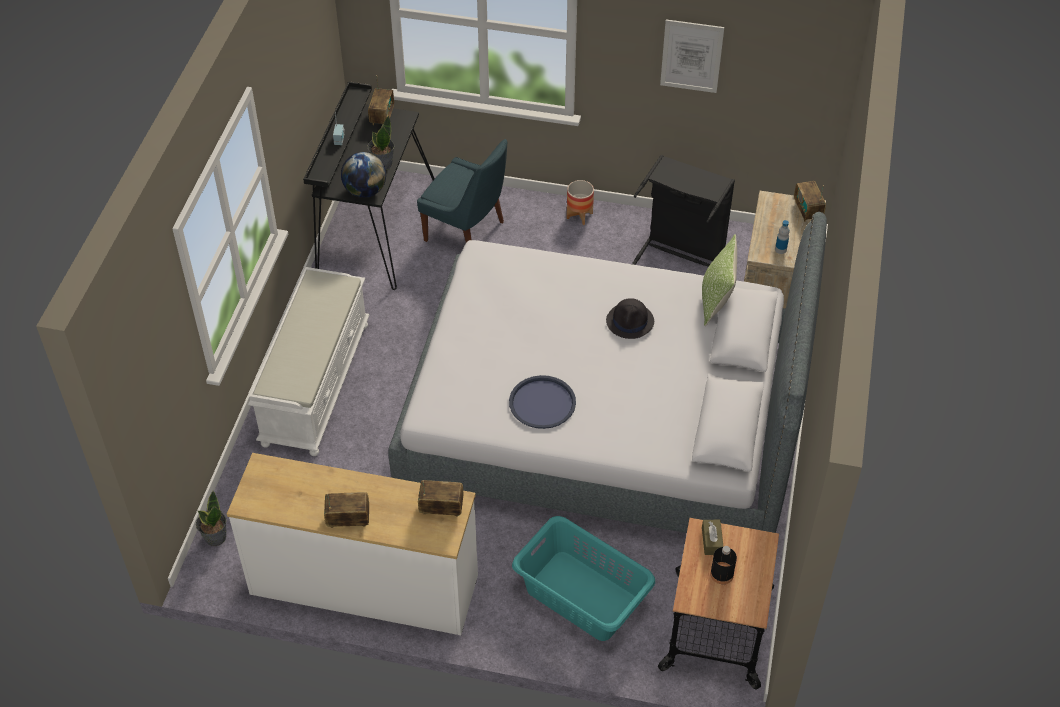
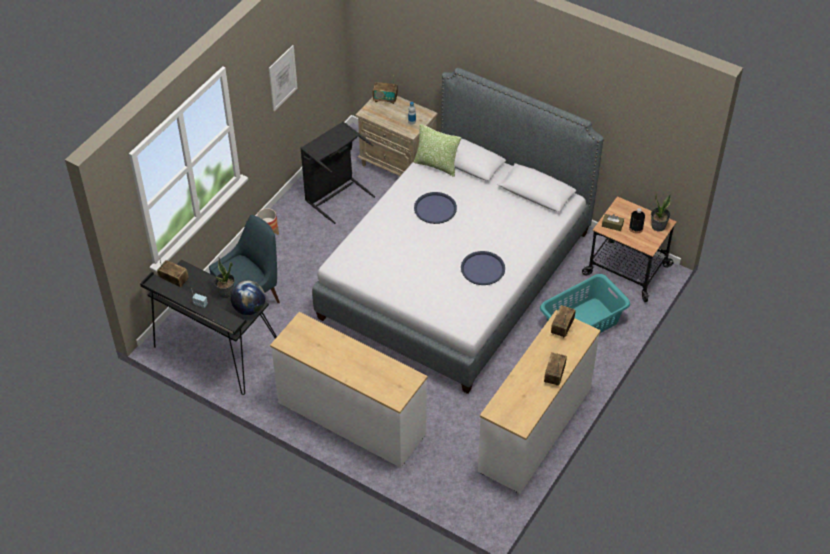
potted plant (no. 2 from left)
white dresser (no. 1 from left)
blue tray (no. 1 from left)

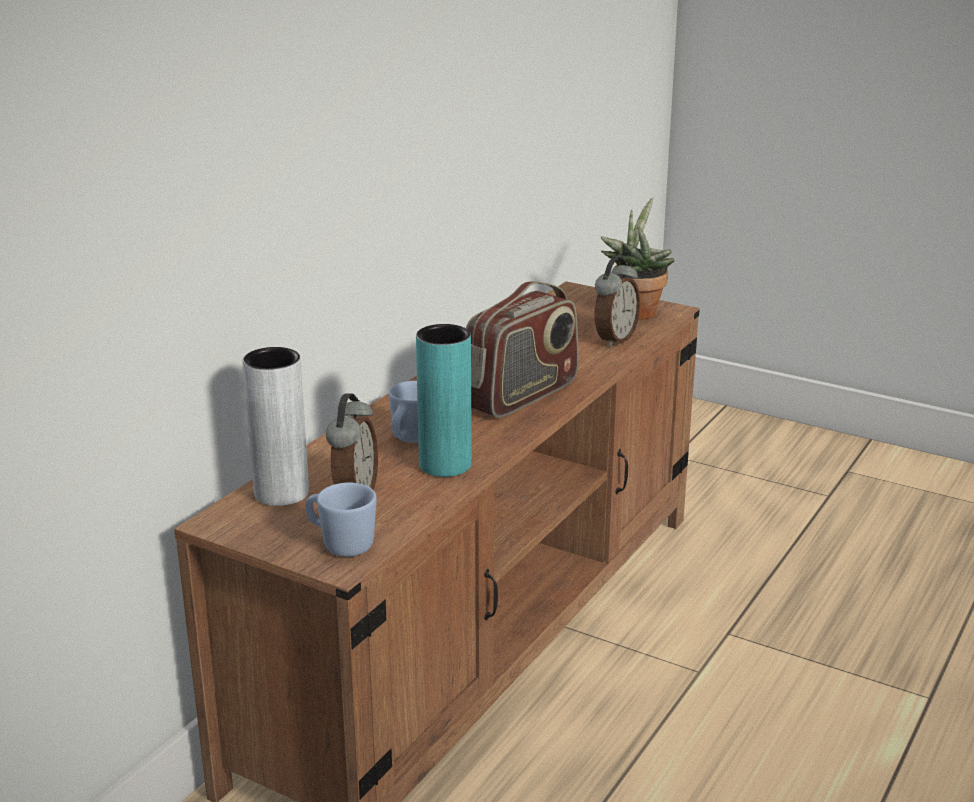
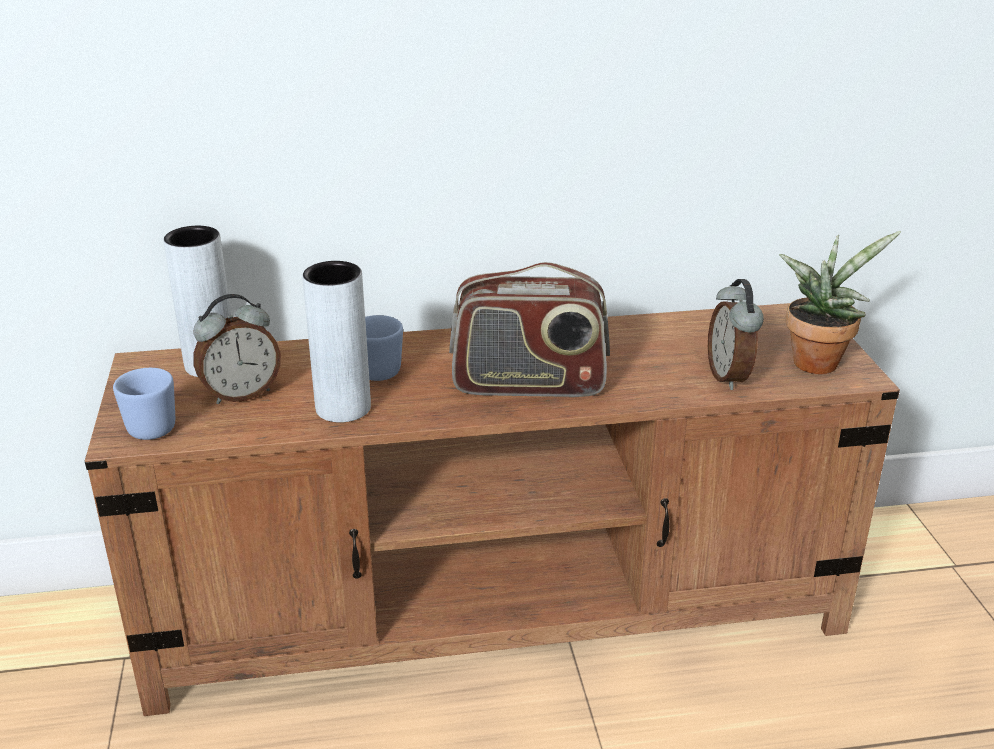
grey vase (no. 2 from left)
alarm clock (no. 2 from left)

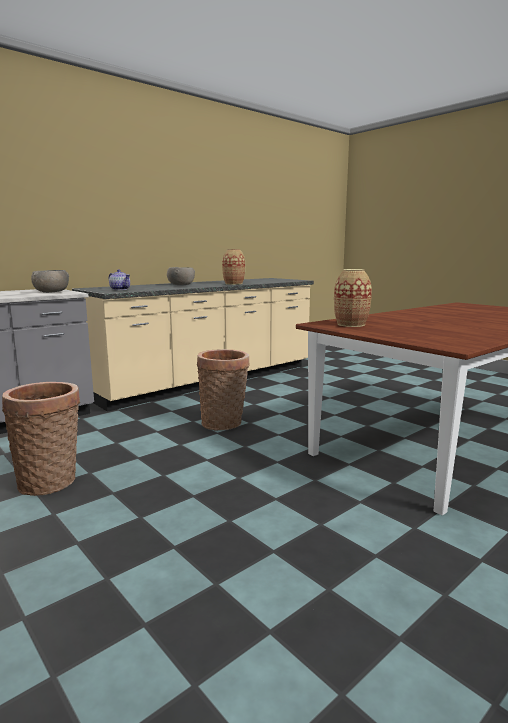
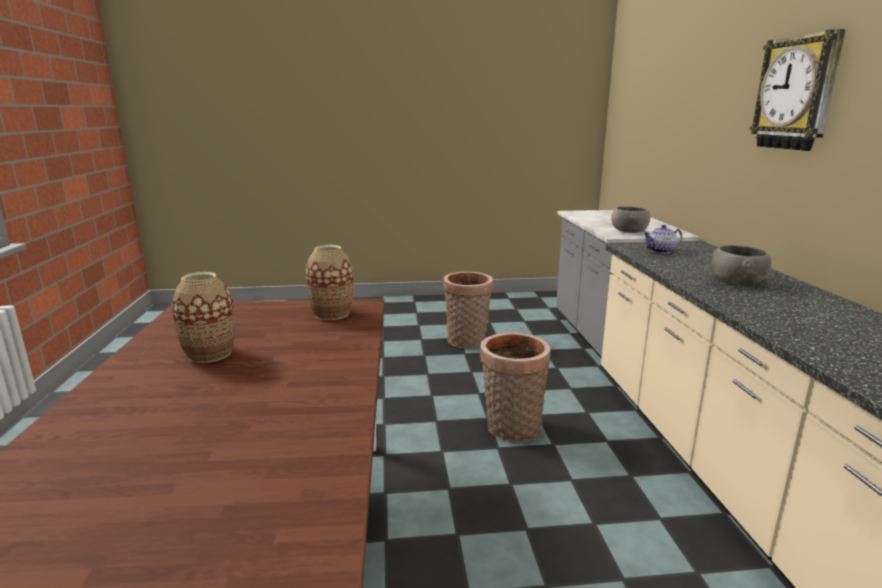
vase (no. 1 from left)
wall clock

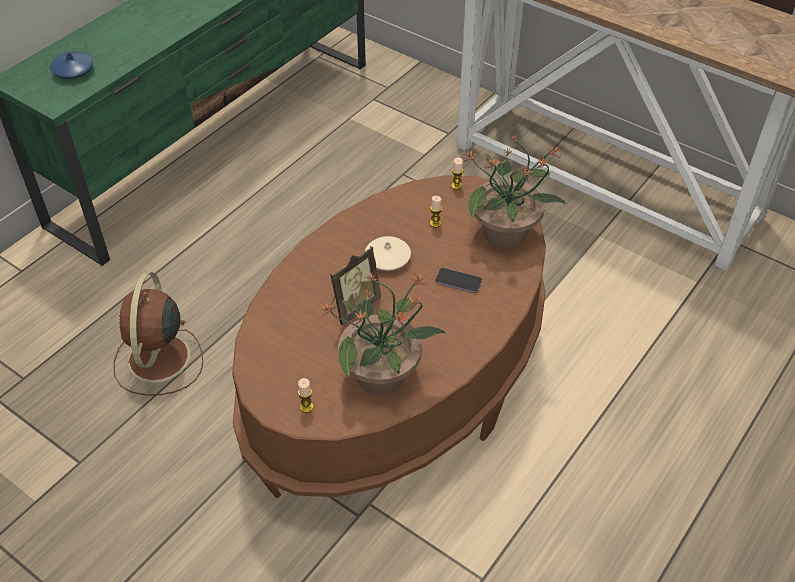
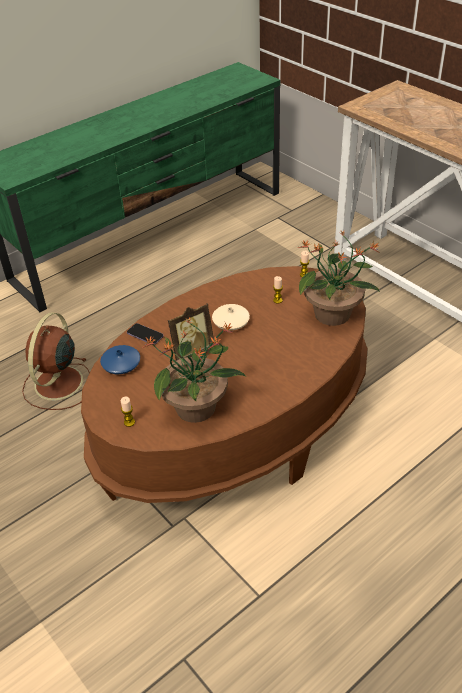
blue vase
phone

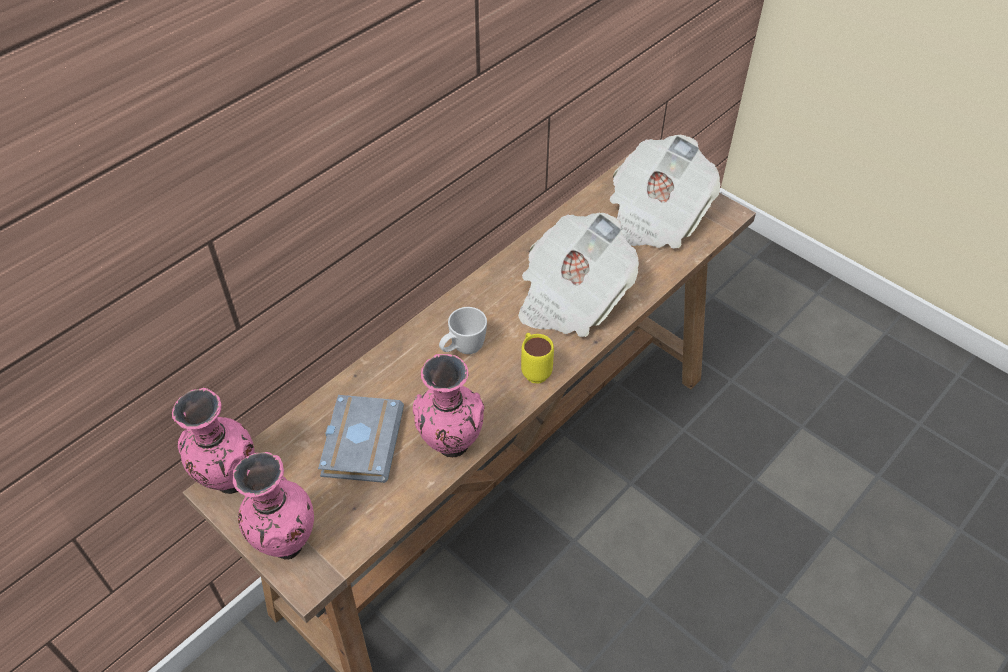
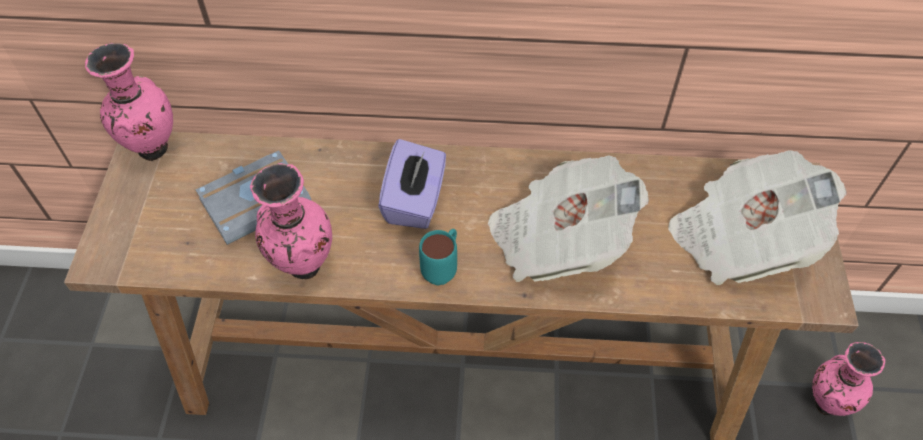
pink vase (no. 3 from left)
purple tissue box
turquoise mug

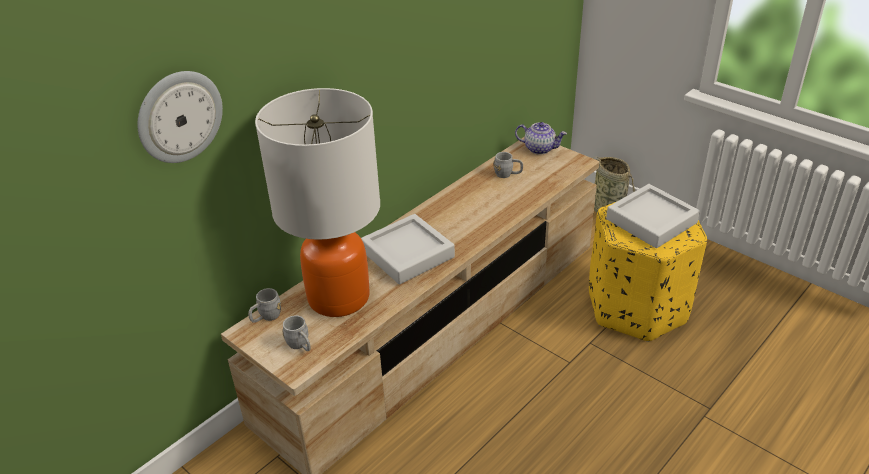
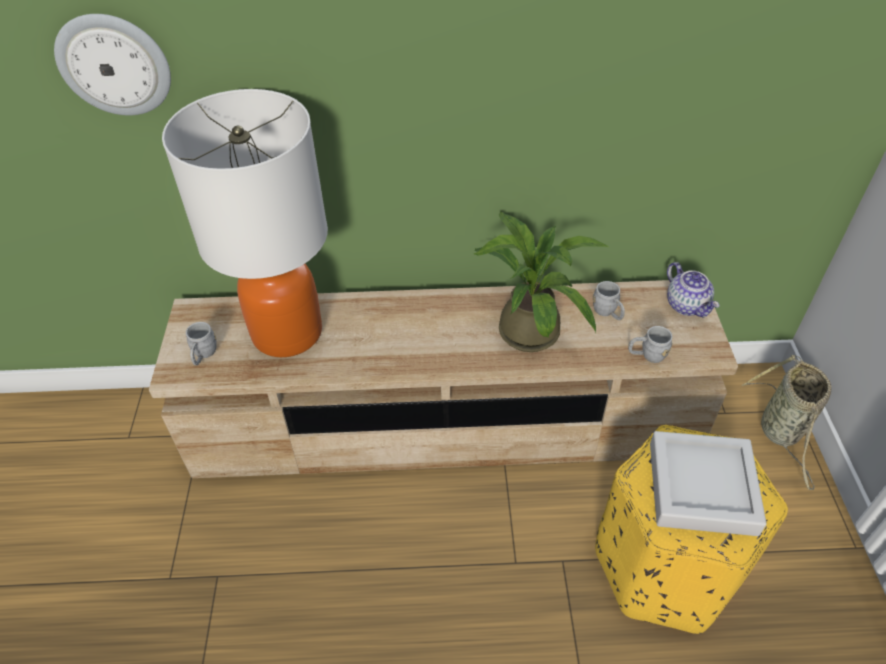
grey mug (no. 3 from left)
grey tray (no. 1 from left in the first image)
potted plant

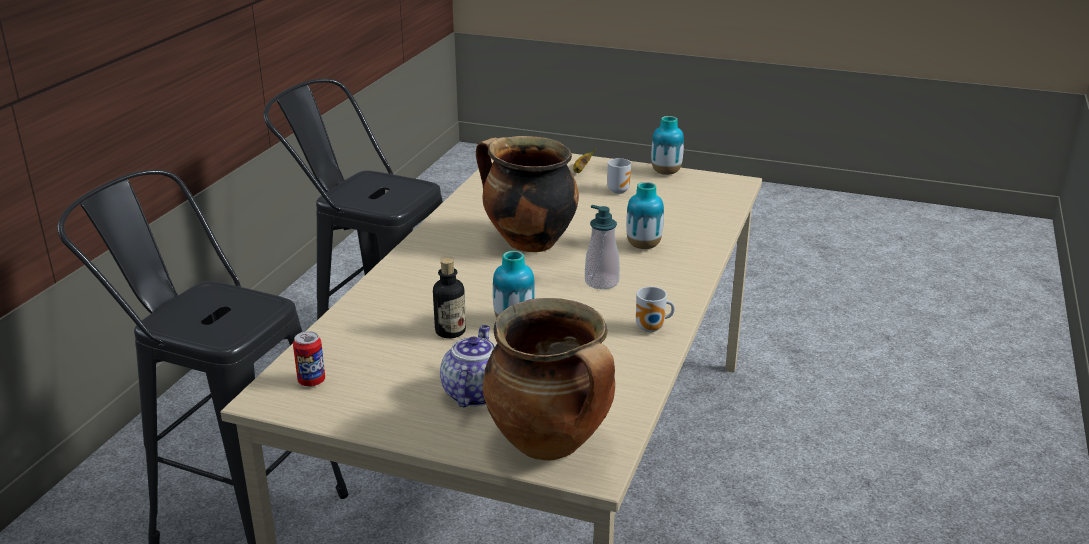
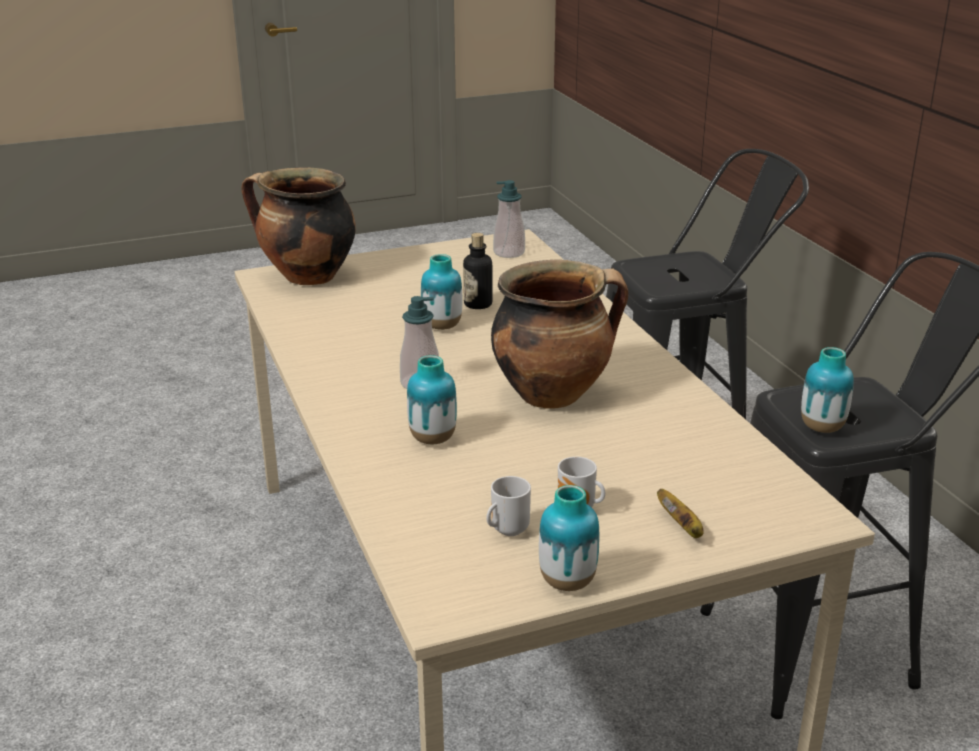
soap dispenser (no. 2 from left)
teapot
mug (no. 1 from left)
vase (no. 4 from left)

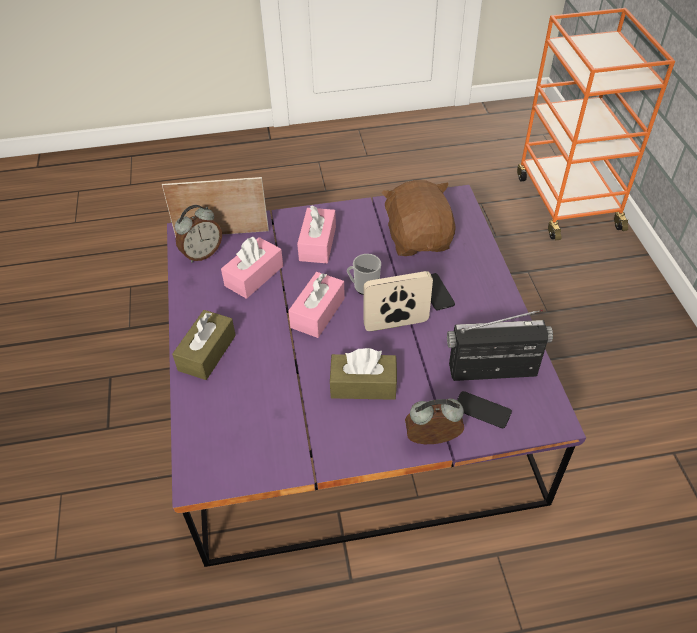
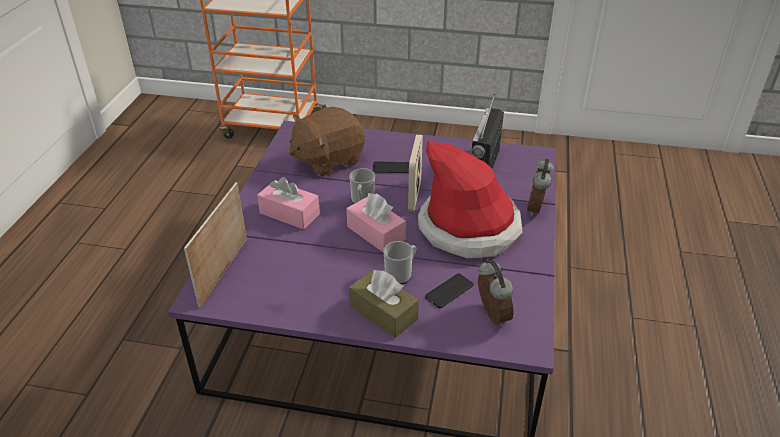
alarm clock (no. 1 from left)
pink tissue box (no. 1 from left in the first image)
hat
brown plush toy
phone (no. 2 from left)
mug (no. 2 from left)

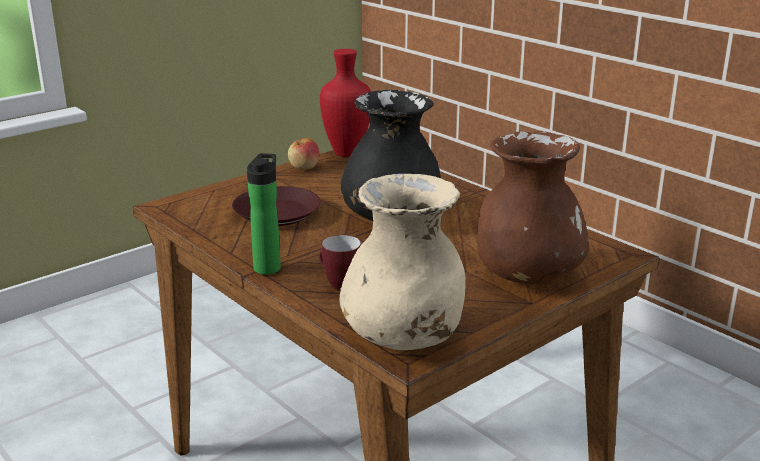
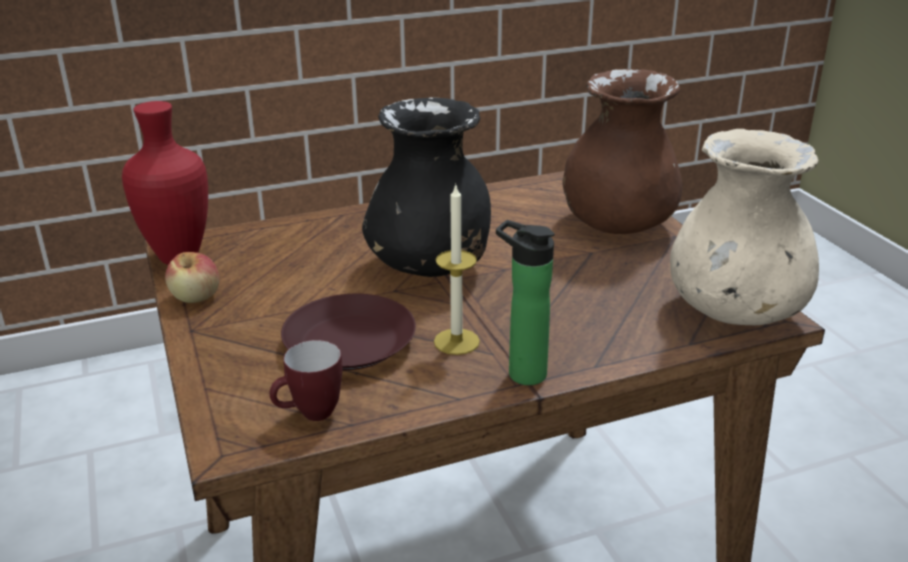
mug
candle

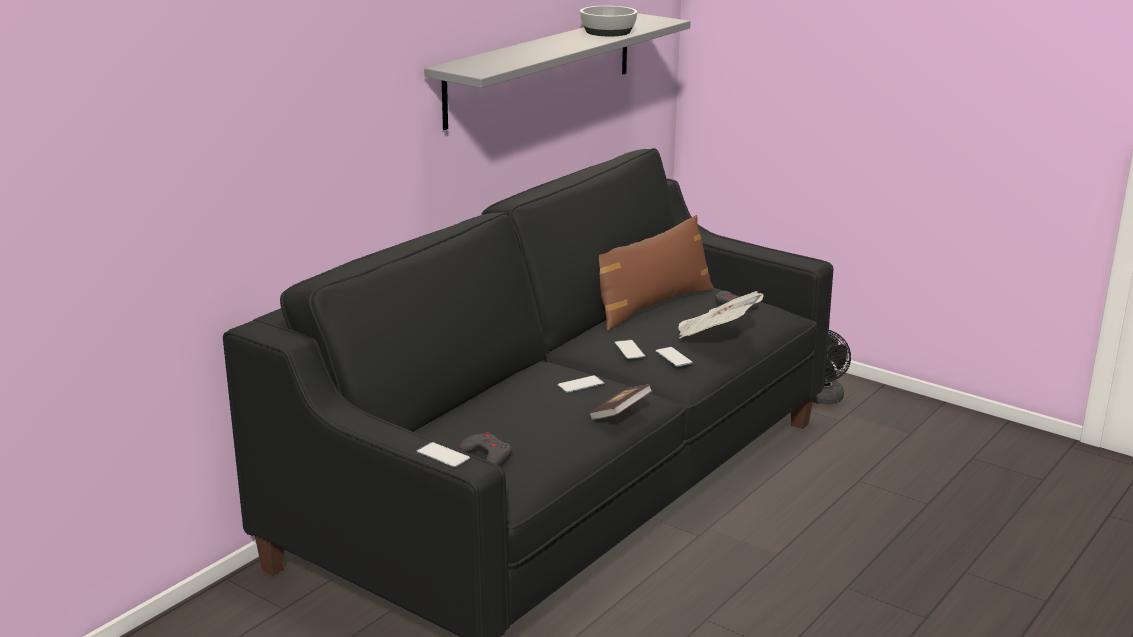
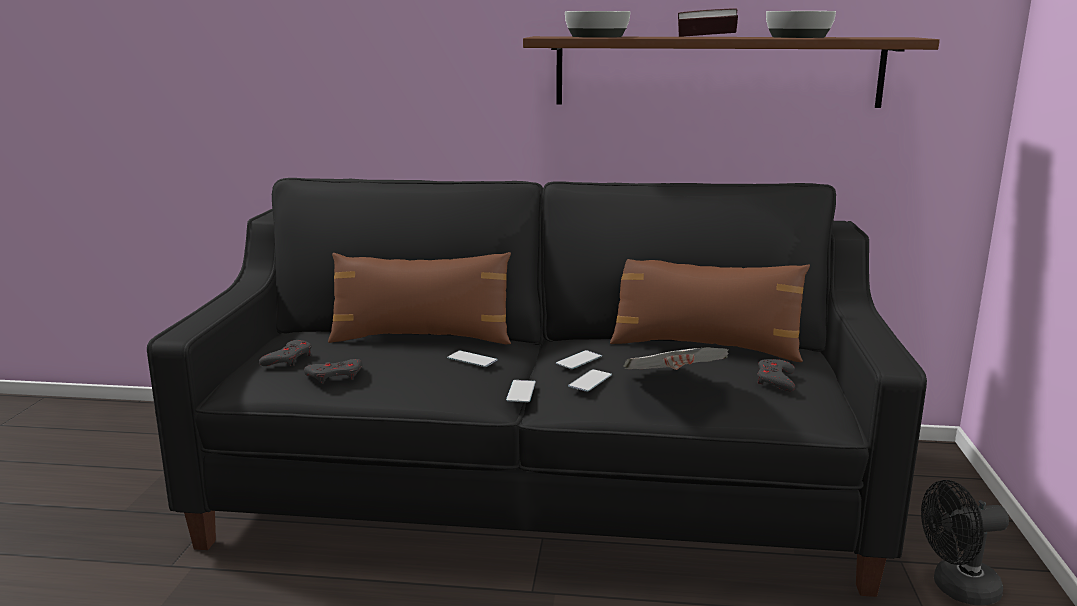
phone (no. 2 from left)
brown shelf
book
grey game controller (no. 2 from left)
brown pillow (no. 1 from left)
bowl (no. 1 from left)

